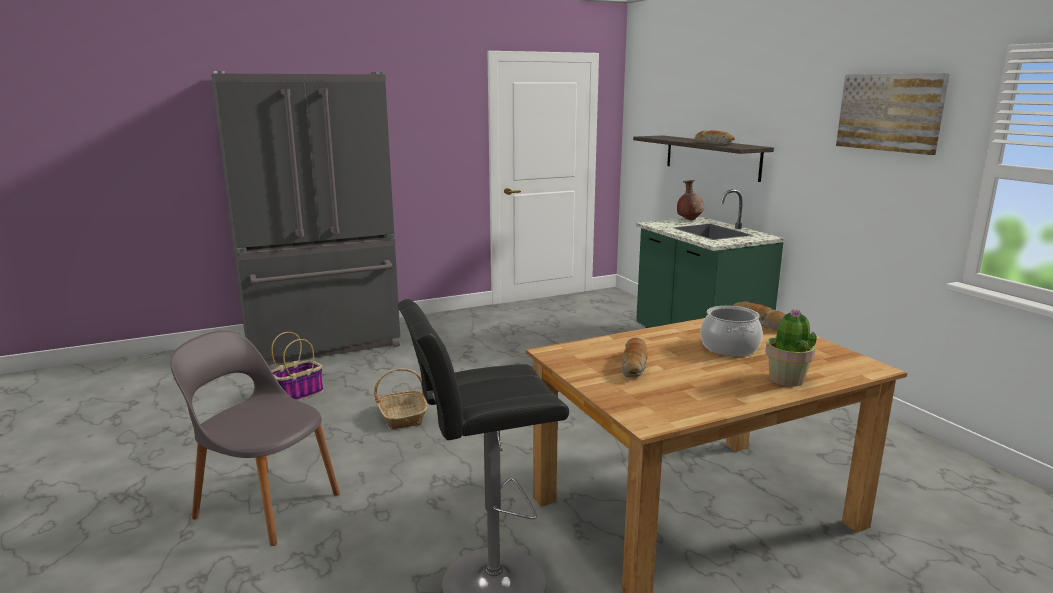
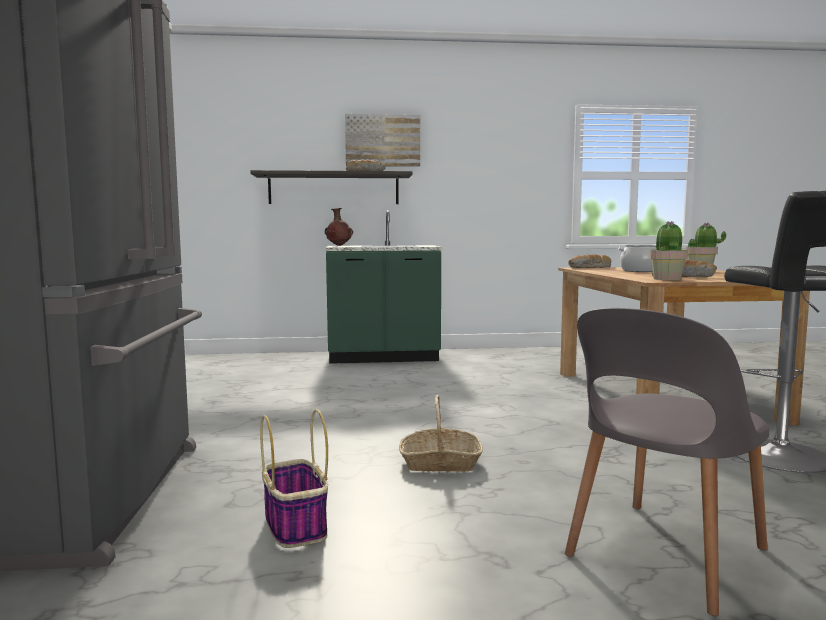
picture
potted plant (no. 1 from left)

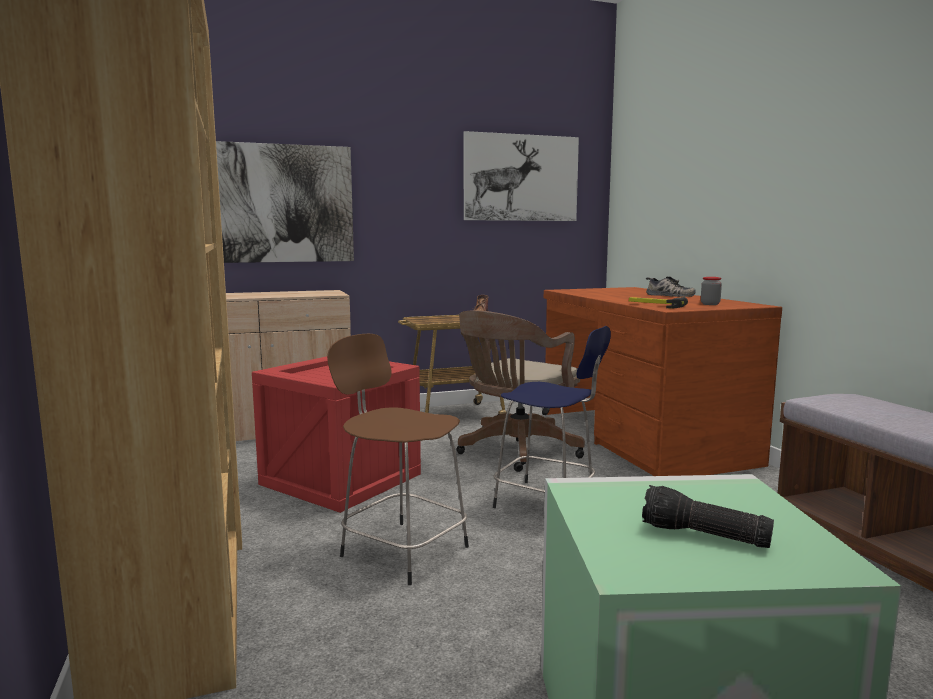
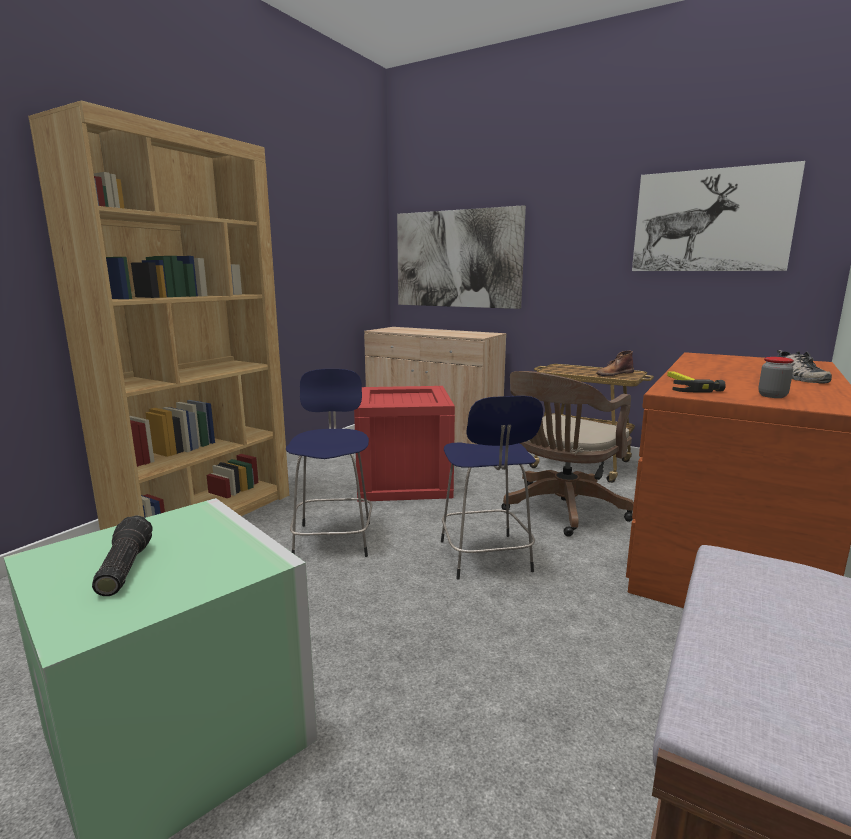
blue stool (no. 1 from left)
brown office chair

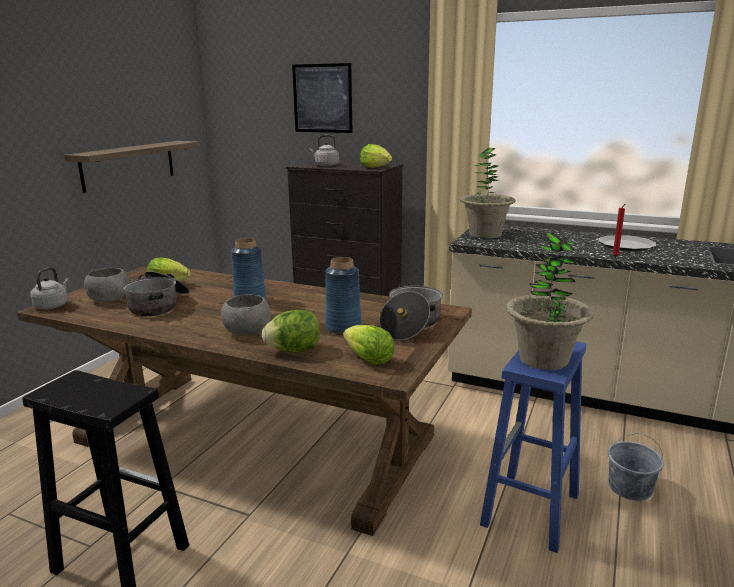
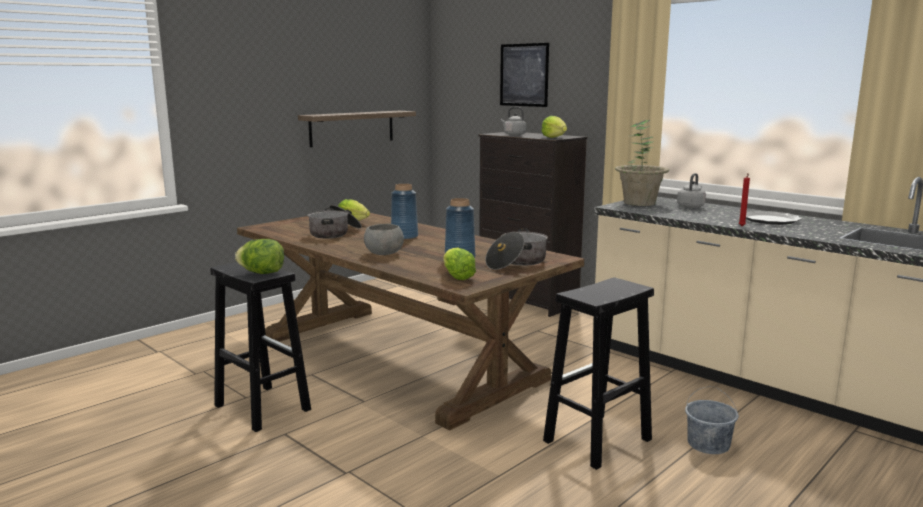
grey kettle (no. 2 from left)
grey bowl (no. 1 from left in the first image)
lettuce (no. 1 from left)
black stool (no. 2 from left)
potted plant (no. 2 from left in the first image)

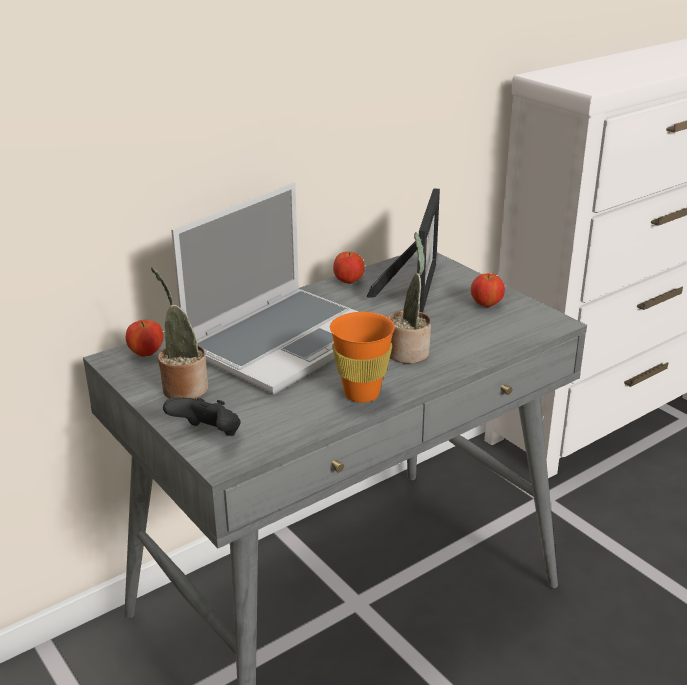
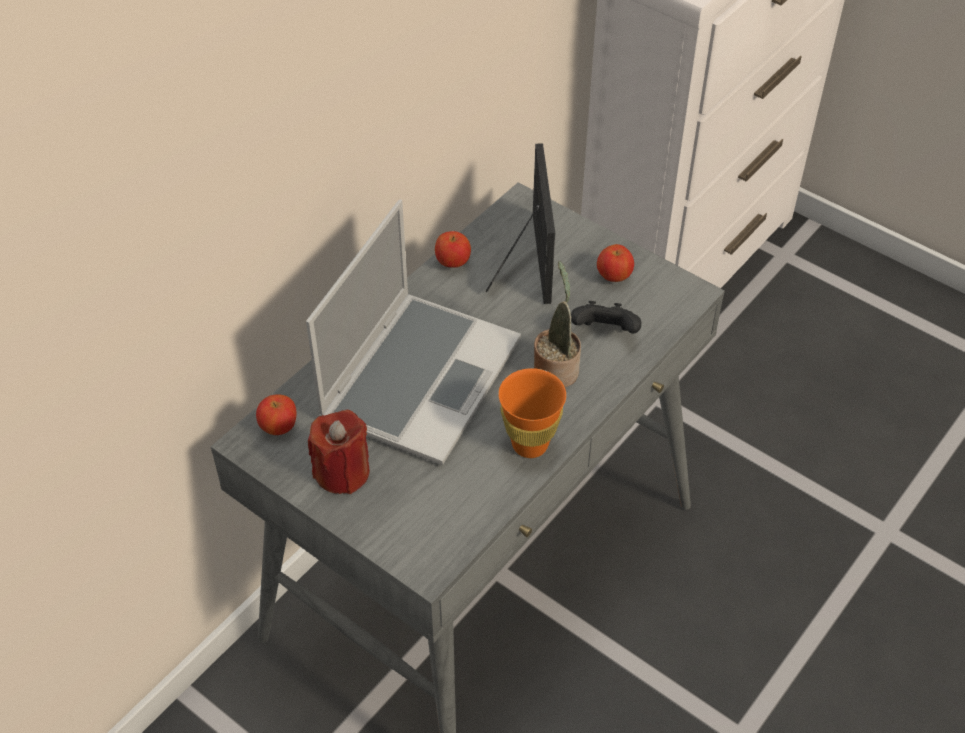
red candle
black game controller

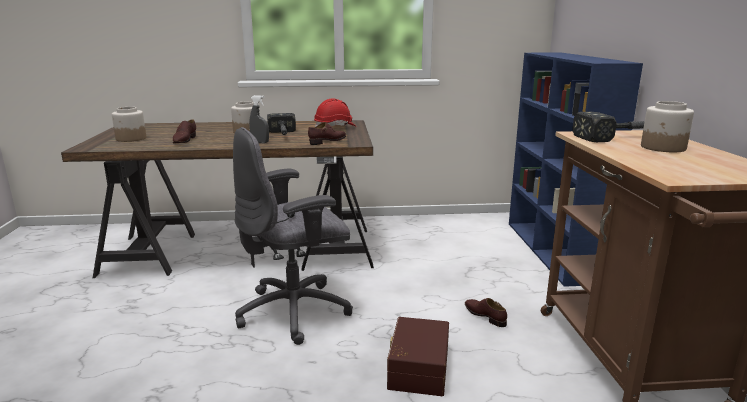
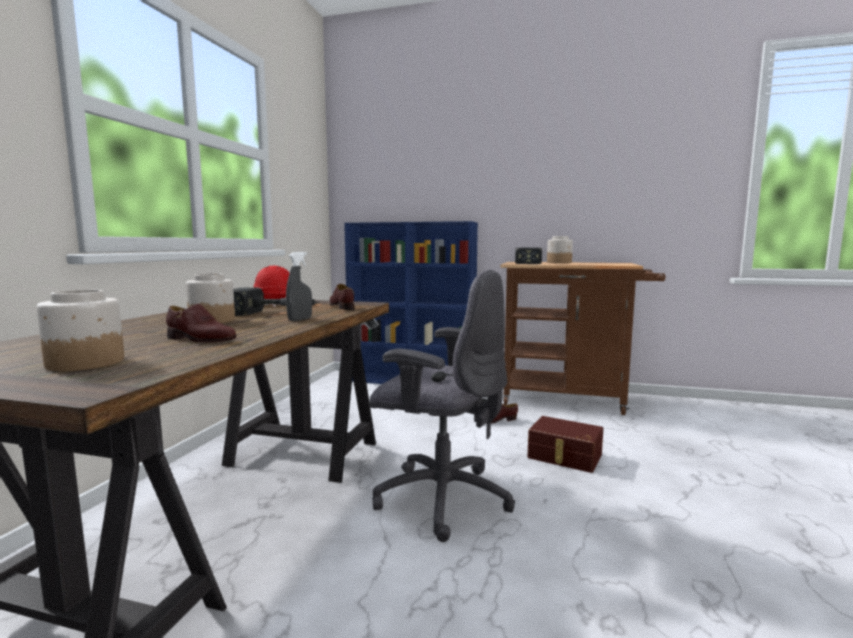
grey office chair

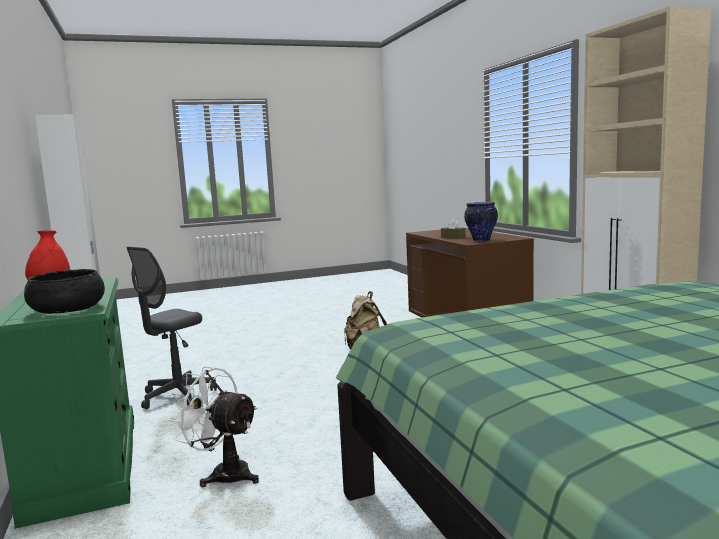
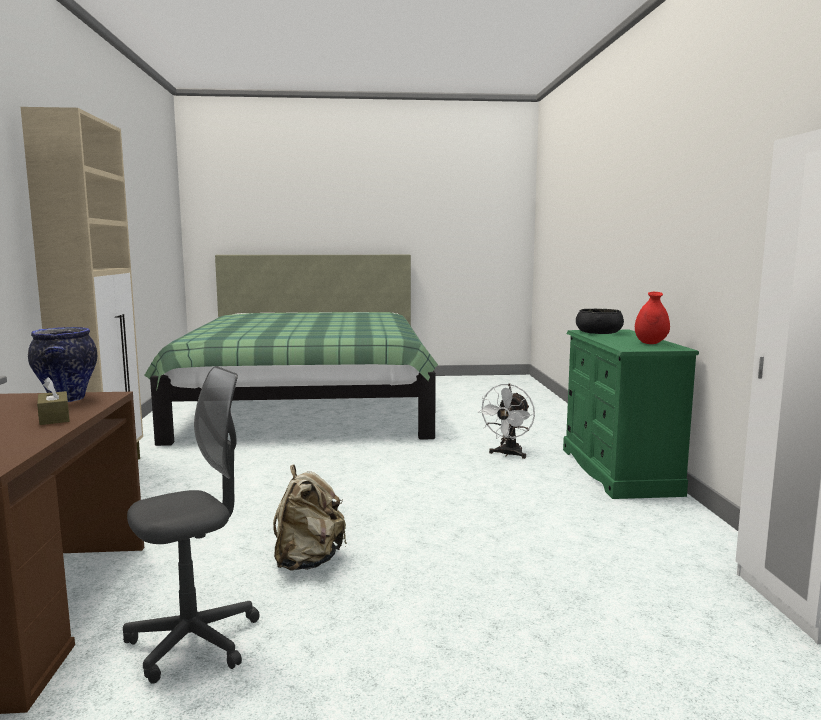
grey office chair
white fan

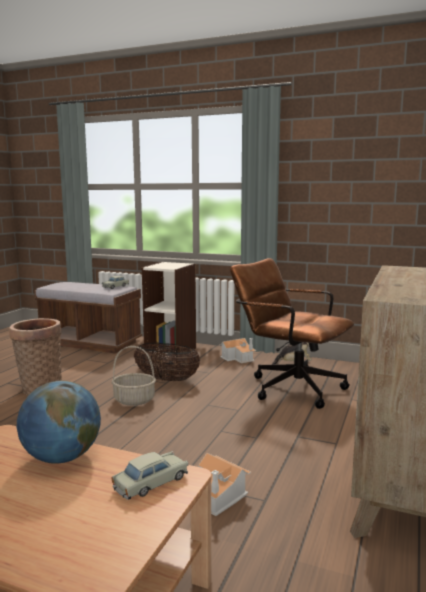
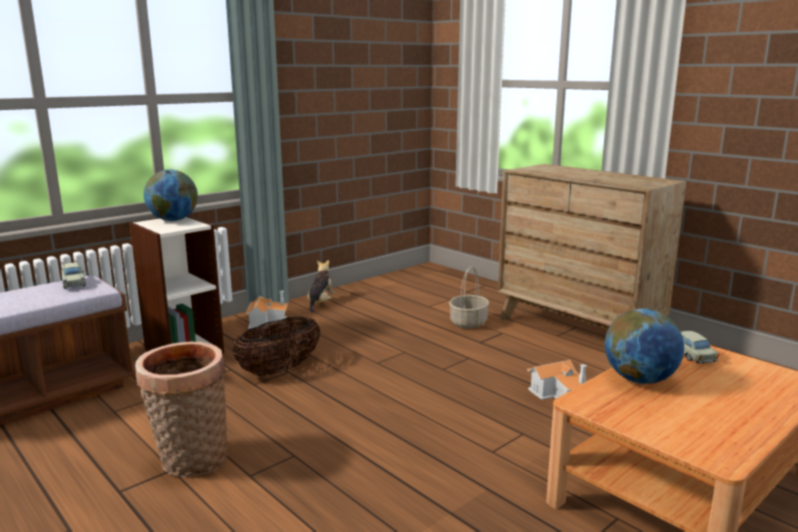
basket (no. 3 from left)
brown office chair
globe (no. 1 from left)

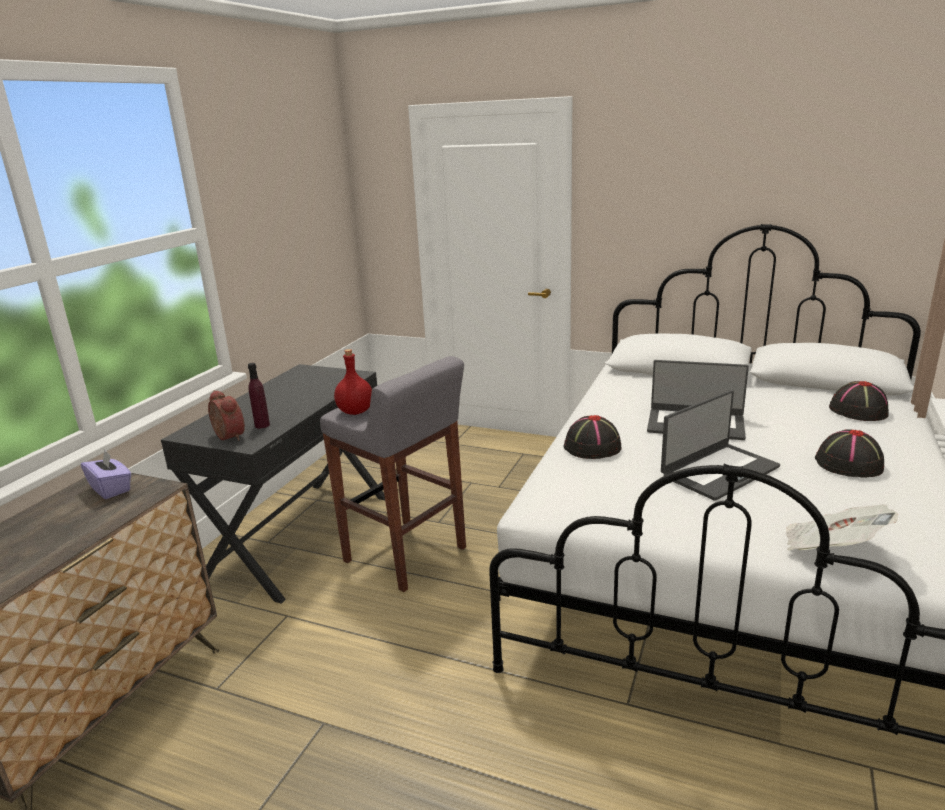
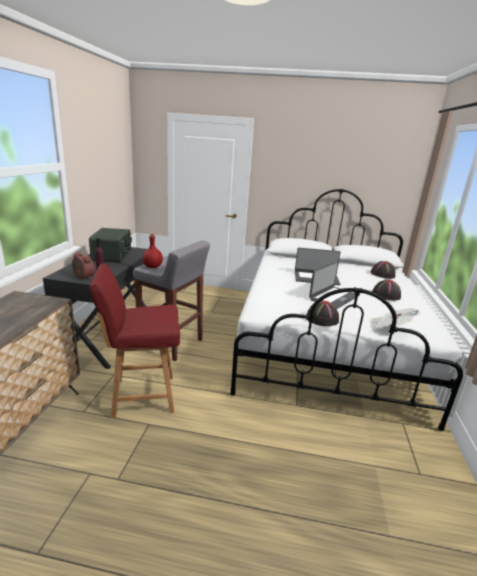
purple tissue box
black hat (no. 1 from left)
radio
red chair

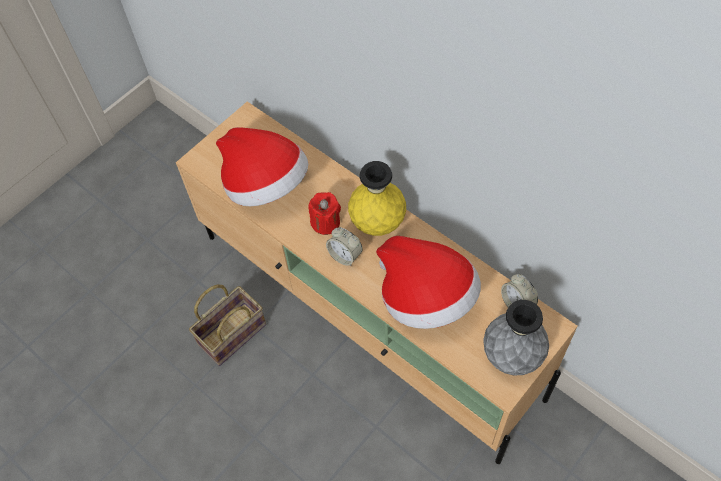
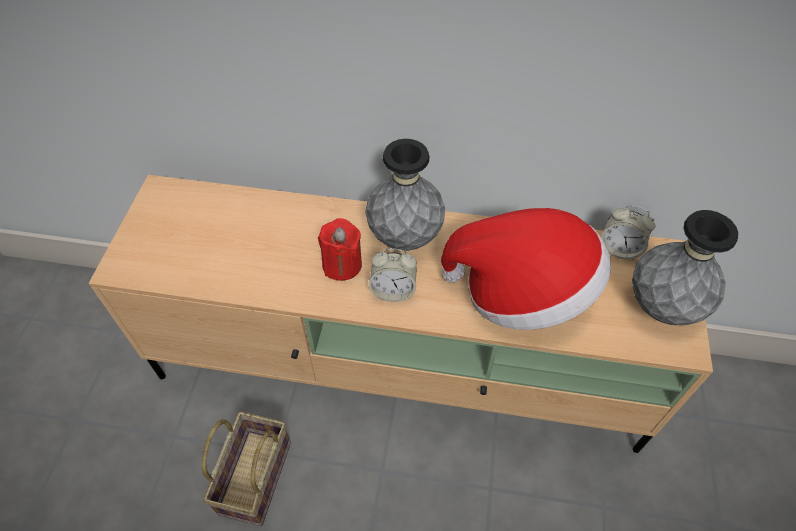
hat (no. 1 from left in the first image)
grey vase (no. 1 from left)

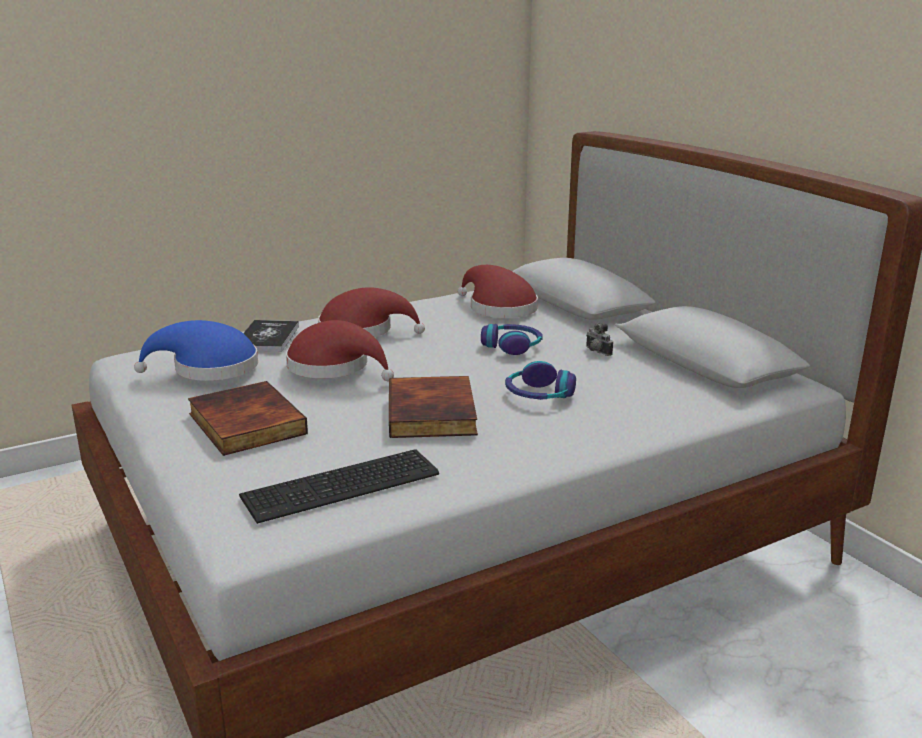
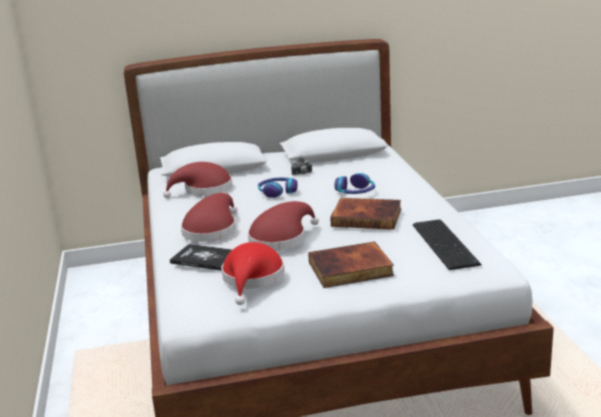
red hat (no. 3 from left)

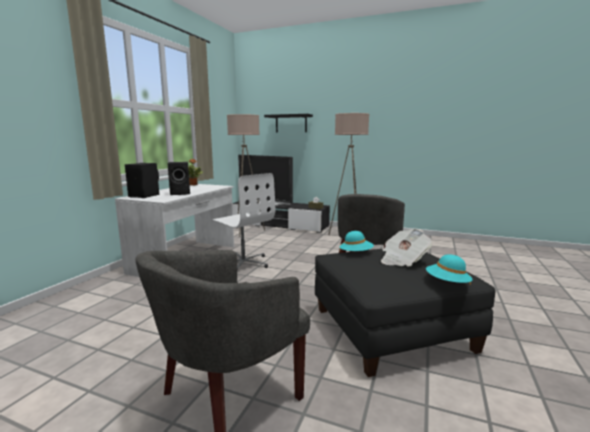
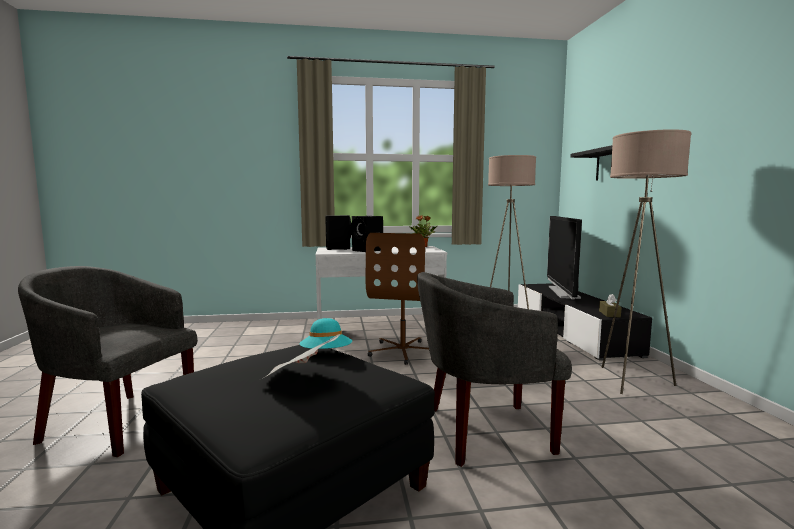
brown office chair
turquoise hat (no. 2 from left in the first image)

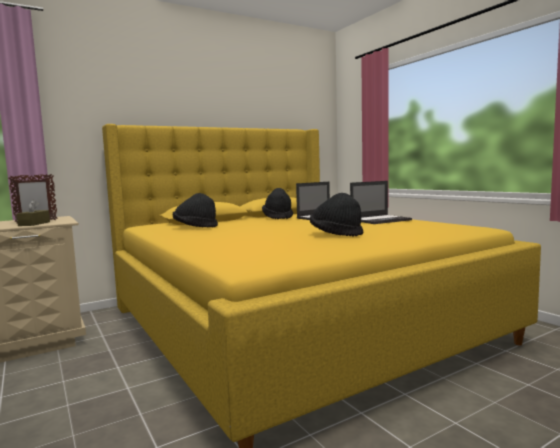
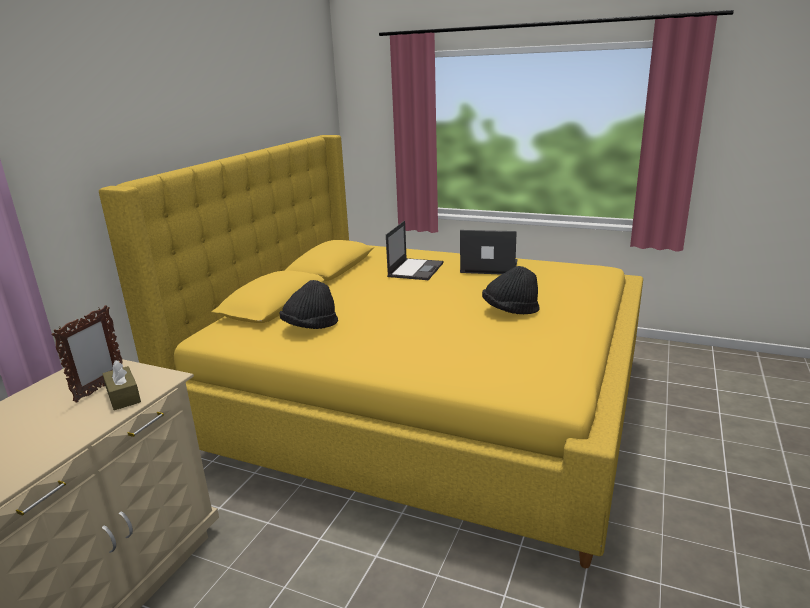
black hat (no. 2 from left in the first image)
laptop (no. 2 from left)

